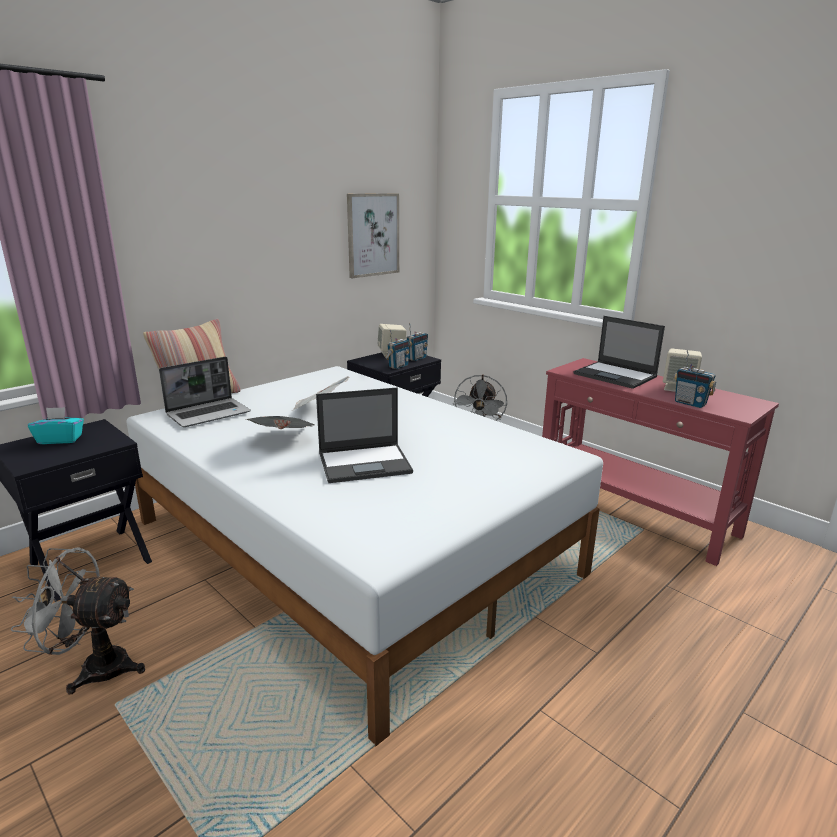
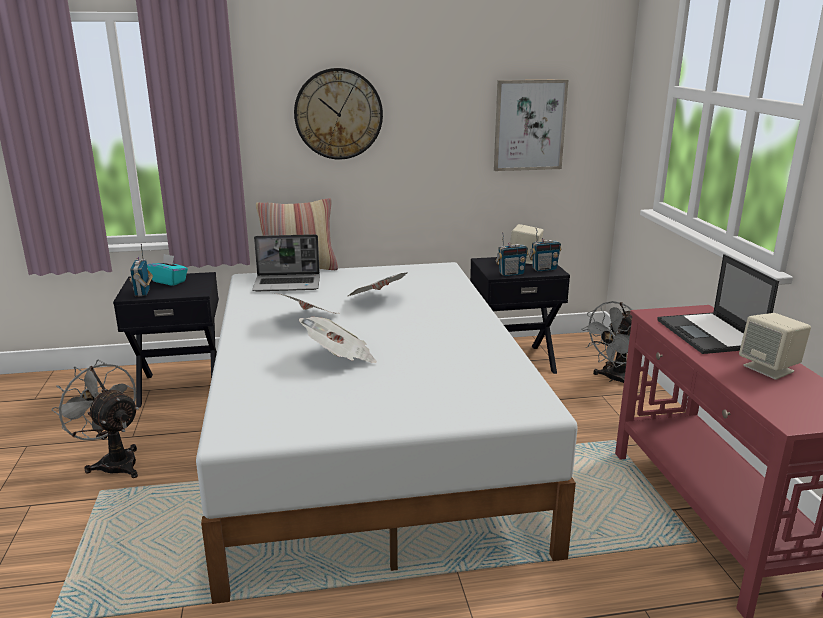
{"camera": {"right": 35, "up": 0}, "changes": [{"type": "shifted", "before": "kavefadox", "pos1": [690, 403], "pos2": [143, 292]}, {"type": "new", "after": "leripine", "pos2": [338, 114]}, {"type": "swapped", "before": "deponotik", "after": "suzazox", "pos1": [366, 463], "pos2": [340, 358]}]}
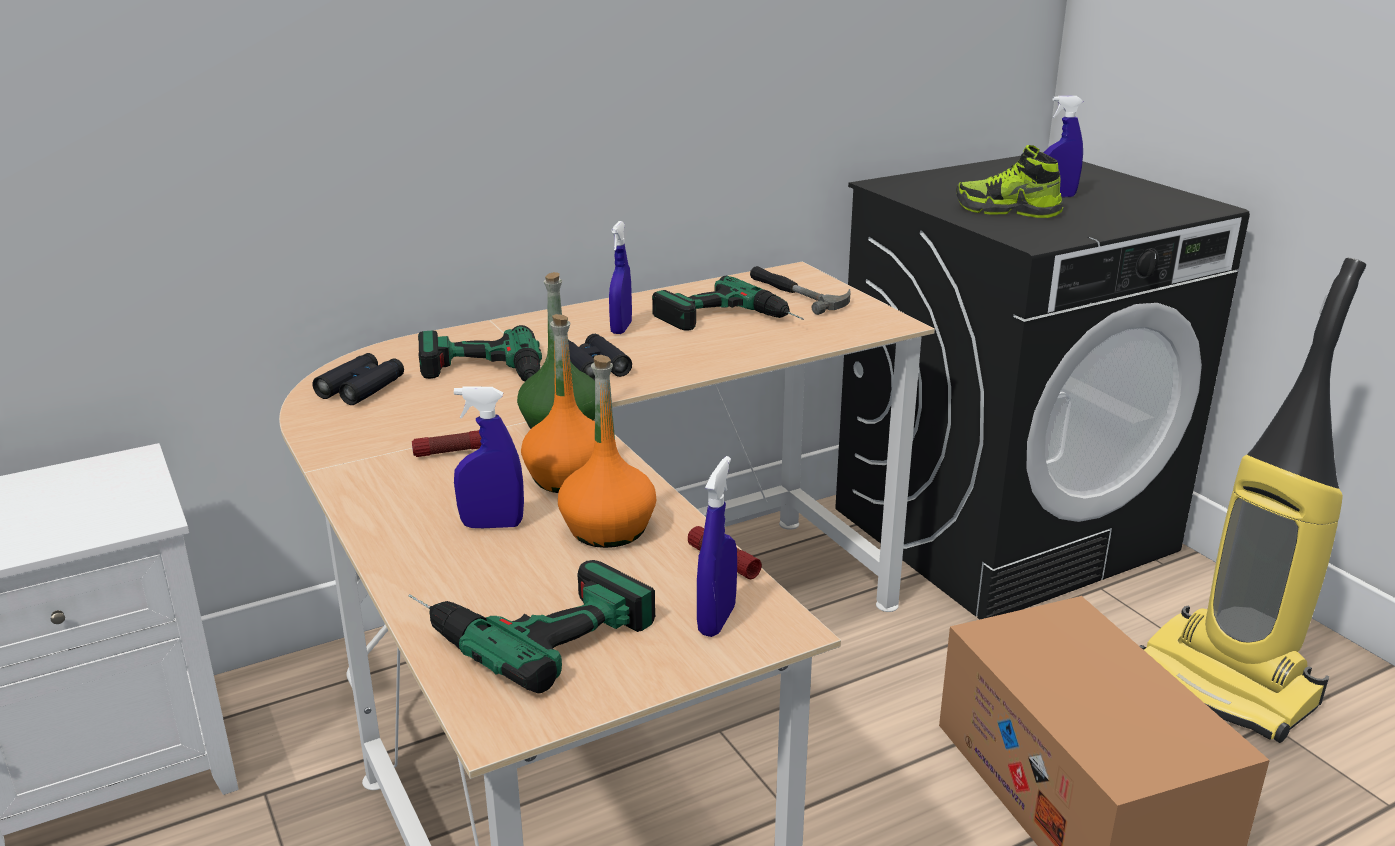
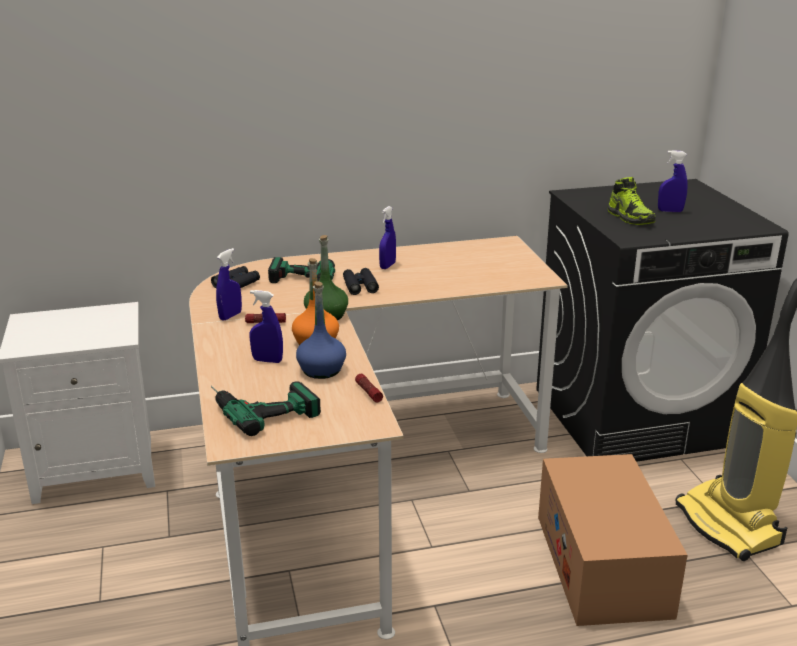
{"camera": {"right": 15, "up": 0}, "changes": [{"type": "shifted", "before": "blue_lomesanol", "pos1": [716, 620], "pos2": [230, 316]}, {"type": "repainted", "before": "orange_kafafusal", "after": "blue_kafafusal", "pos1": [608, 529], "pos2": [322, 370]}, {"type": "rotated", "before": "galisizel", "pos1": [1007, 211], "pos2": [630, 218], "turn": -150}, {"type": "gone", "before": "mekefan", "pos1": [731, 321]}, {"type": "gone", "before": "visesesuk", "pos1": [797, 293]}]}
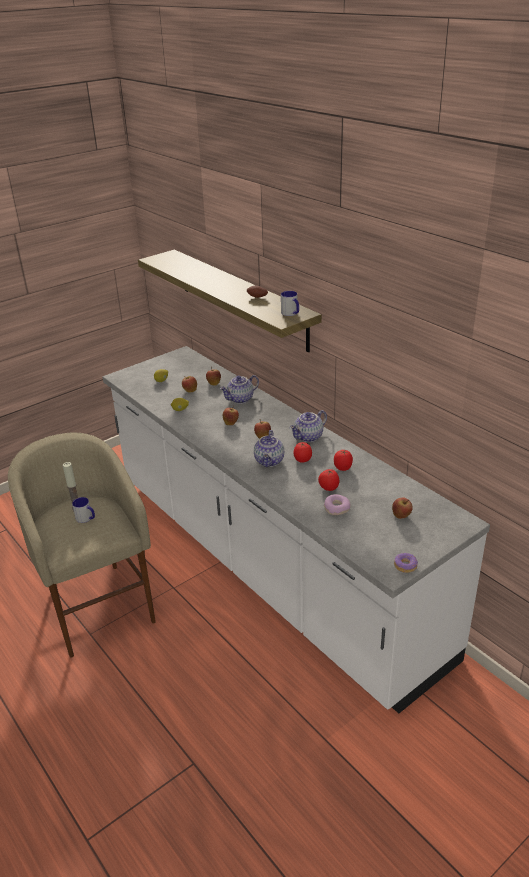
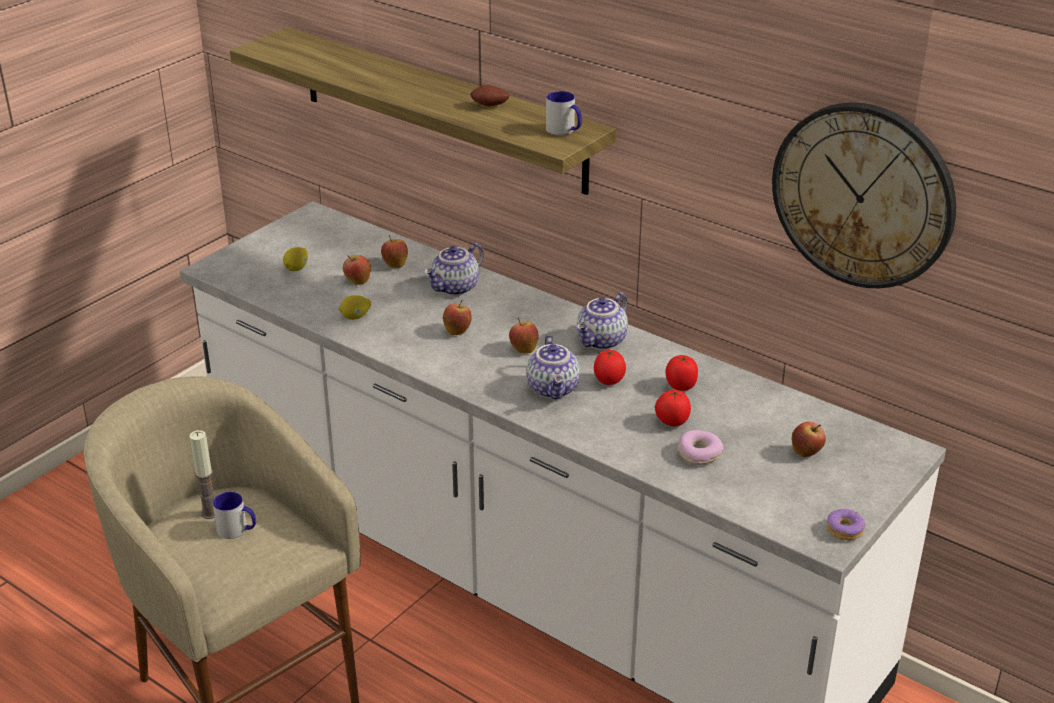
{"camera": {"right": -15, "up": 0}, "changes": [{"type": "new", "after": "leripine", "pos2": [863, 195]}]}
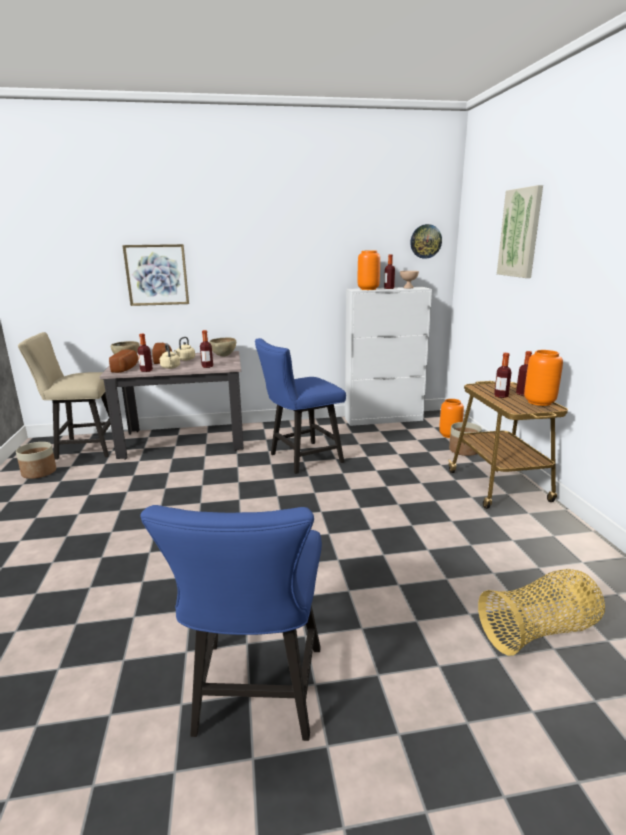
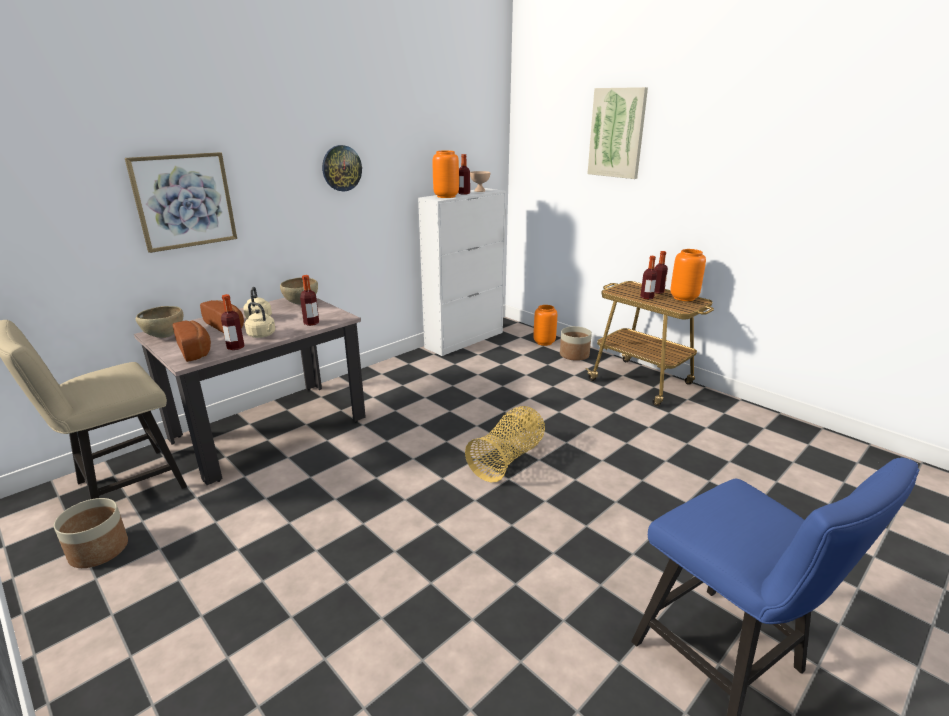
{"camera": {"right": -35, "up": 5}, "changes": [{"type": "shifted", "before": "leripine", "pos1": [425, 241], "pos2": [341, 168]}, {"type": "shifted", "before": "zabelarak", "pos1": [539, 632], "pos2": [508, 459]}, {"type": "gone", "before": "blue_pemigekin", "pos1": [301, 459]}]}
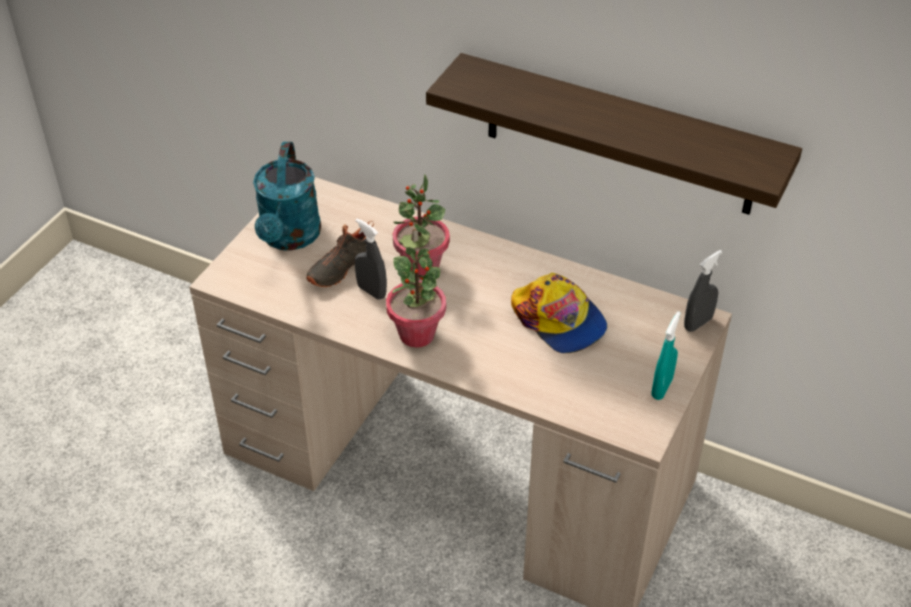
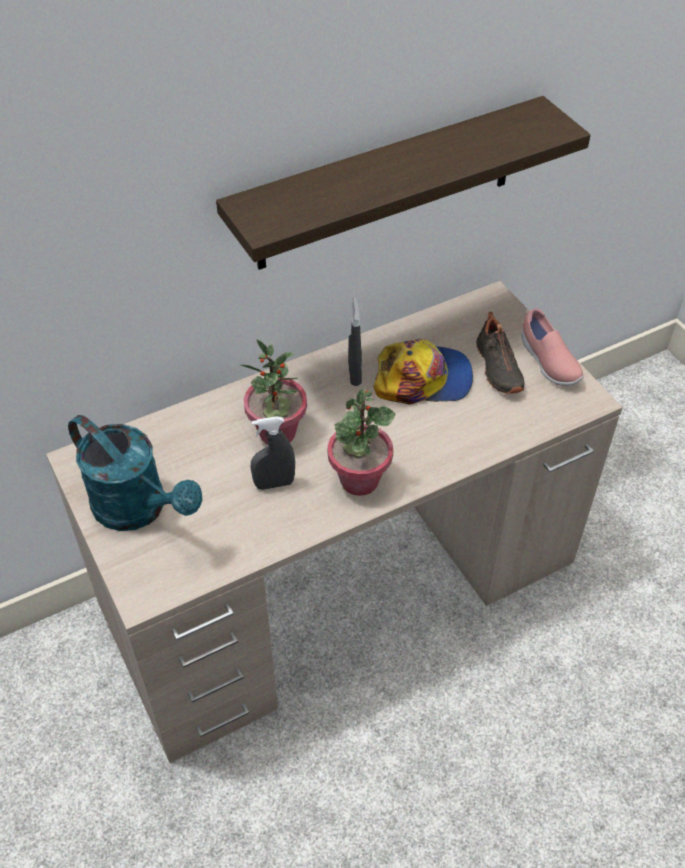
{"camera": {"right": -55, "up": 5}, "changes": [{"type": "shifted", "before": "grey_lomesanol", "pos1": [698, 323], "pos2": [354, 374]}, {"type": "shifted", "before": "black_galisizel", "pos1": [341, 266], "pos2": [497, 368]}, {"type": "swapped", "before": "turquoise_lomesanol", "after": "pink_galisizel", "pos1": [661, 388], "pos2": [548, 362]}]}
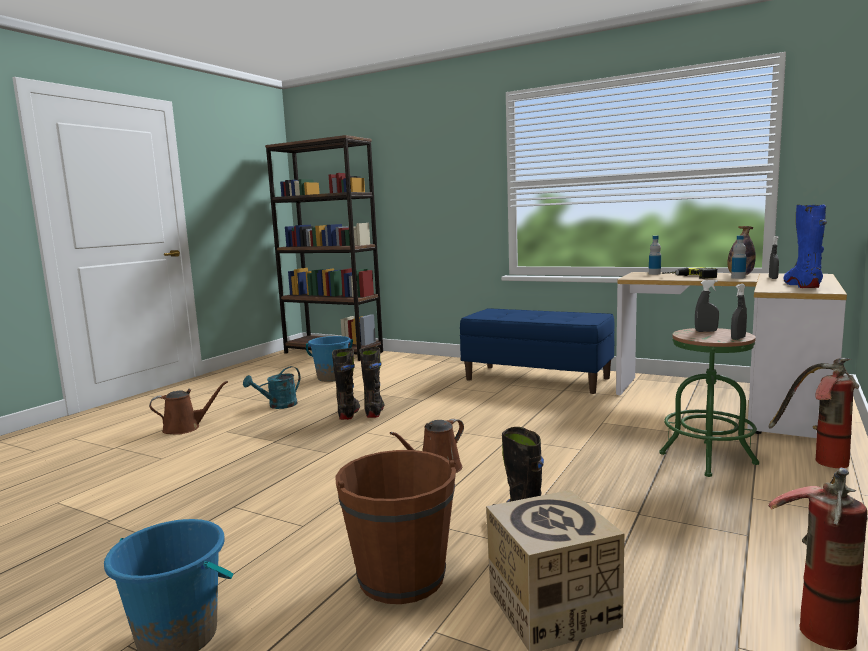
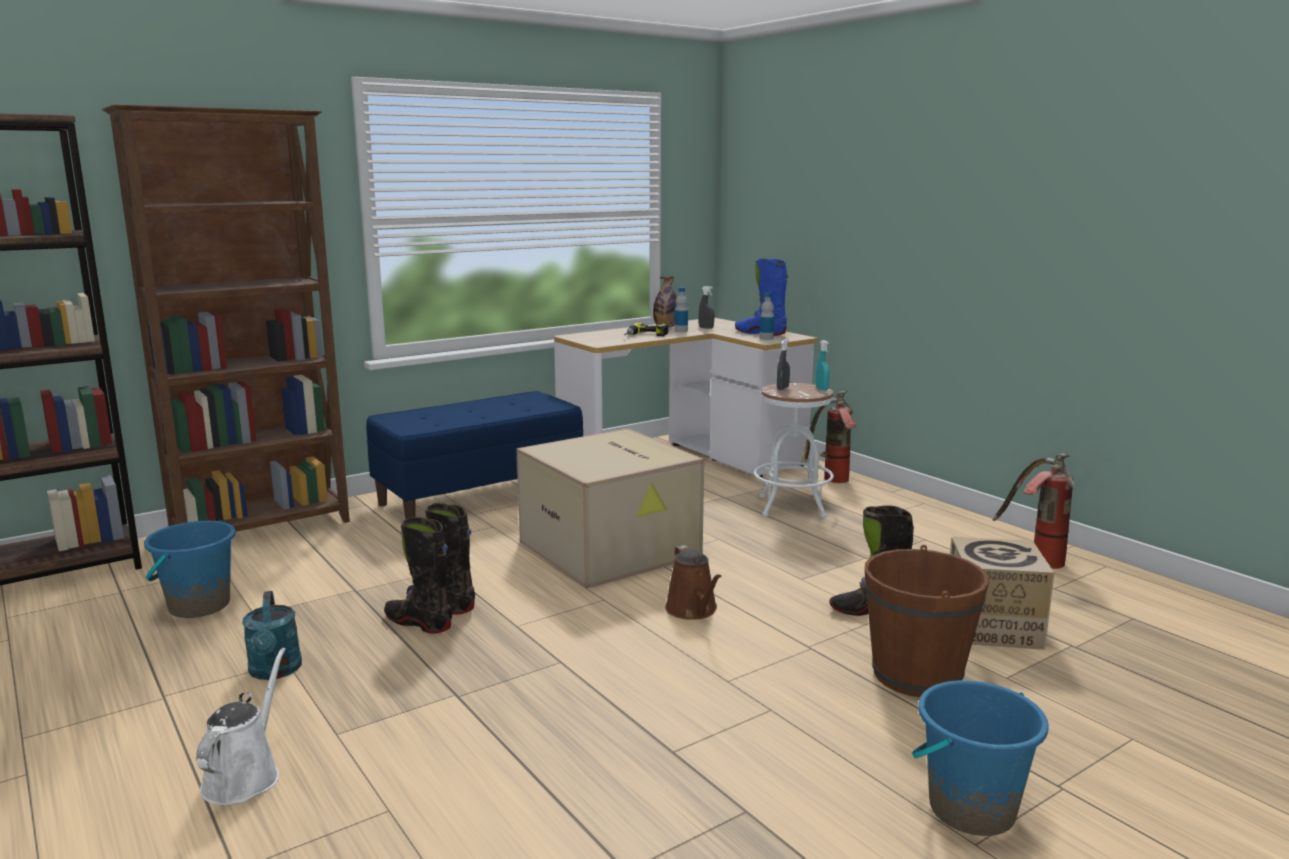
{"camera": {"right": -65, "up": 5}, "changes": [{"type": "new", "after": "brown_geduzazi", "pos2": [263, 529]}, {"type": "repainted", "before": "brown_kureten", "after": "white_kureten", "pos1": [185, 428], "pos2": [245, 776]}, {"type": "new", "after": "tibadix", "pos2": [612, 549]}, {"type": "repainted", "before": "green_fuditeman", "after": "white_fuditeman", "pos1": [707, 459], "pos2": [792, 506]}, {"type": "shifted", "before": "kafafusal", "pos1": [654, 274], "pos2": [766, 338]}, {"type": "repainted", "before": "grey_lomesanol", "after": "turquoise_lomesanol", "pos1": [738, 338], "pos2": [821, 389]}]}
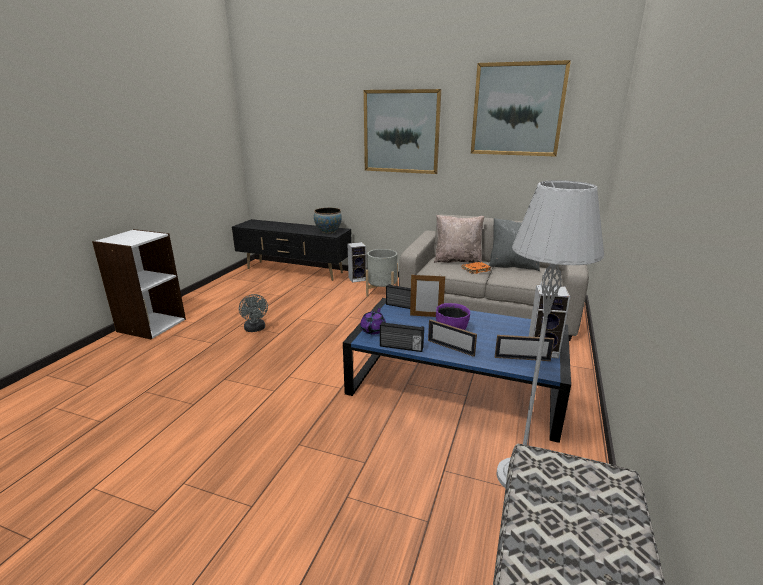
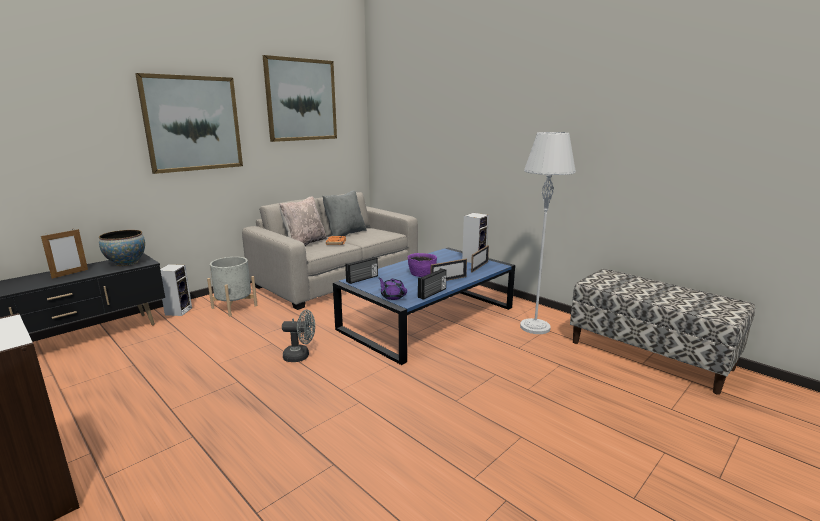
{"camera": {"right": -65, "up": -5}, "changes": [{"type": "shifted", "before": "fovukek", "pos1": [426, 316], "pos2": [70, 274]}, {"type": "shifted", "before": "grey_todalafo", "pos1": [255, 329], "pos2": [300, 356]}]}
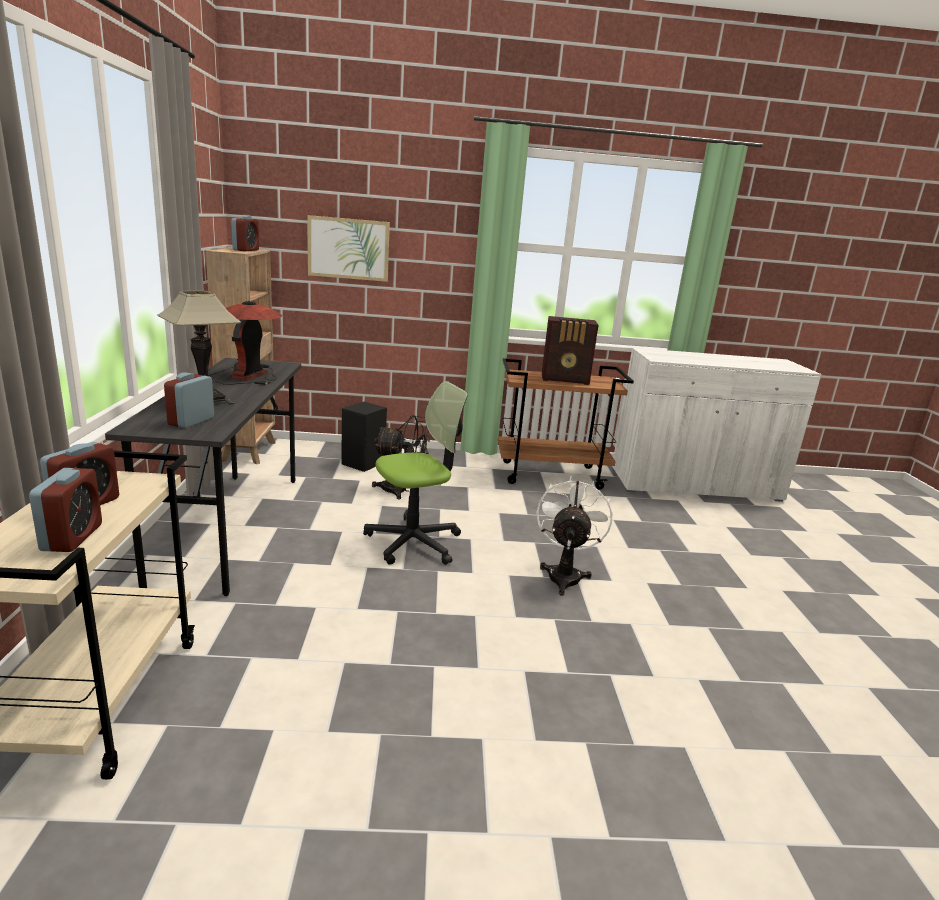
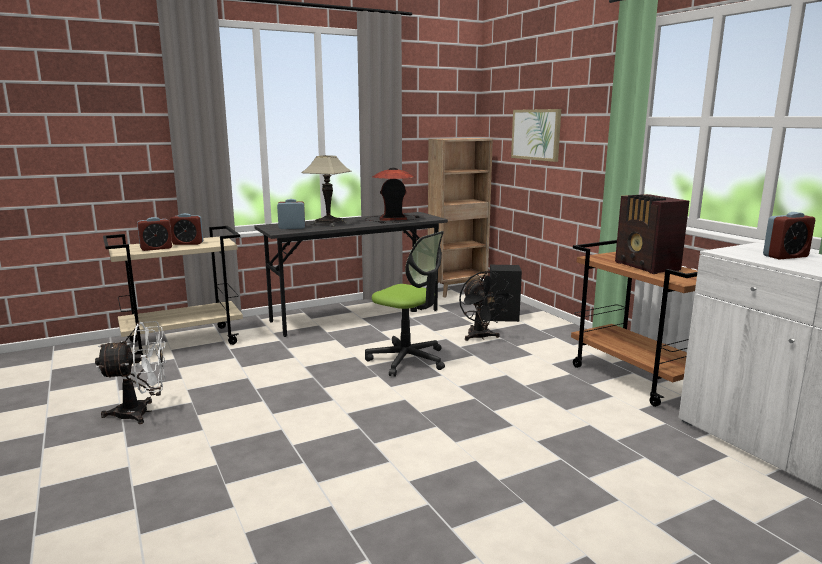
{"camera": {"right": 65, "up": -5}, "changes": [{"type": "shifted", "before": "white_todalafo", "pos1": [564, 574], "pos2": [141, 412]}, {"type": "shifted", "before": "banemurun", "pos1": [246, 250], "pos2": [785, 256]}]}
